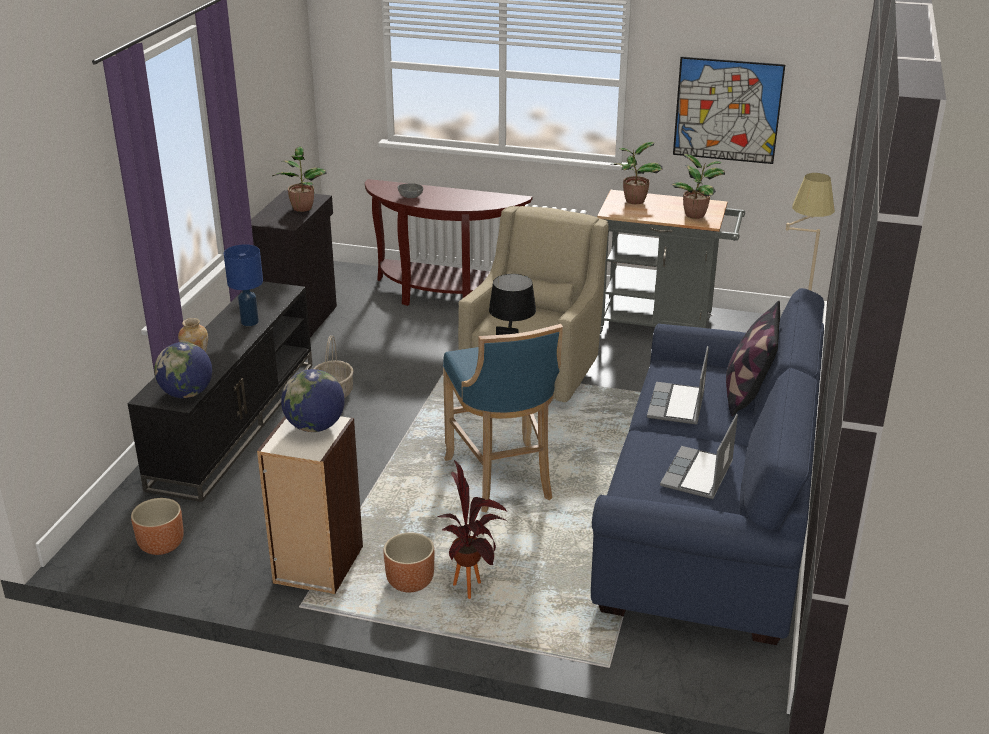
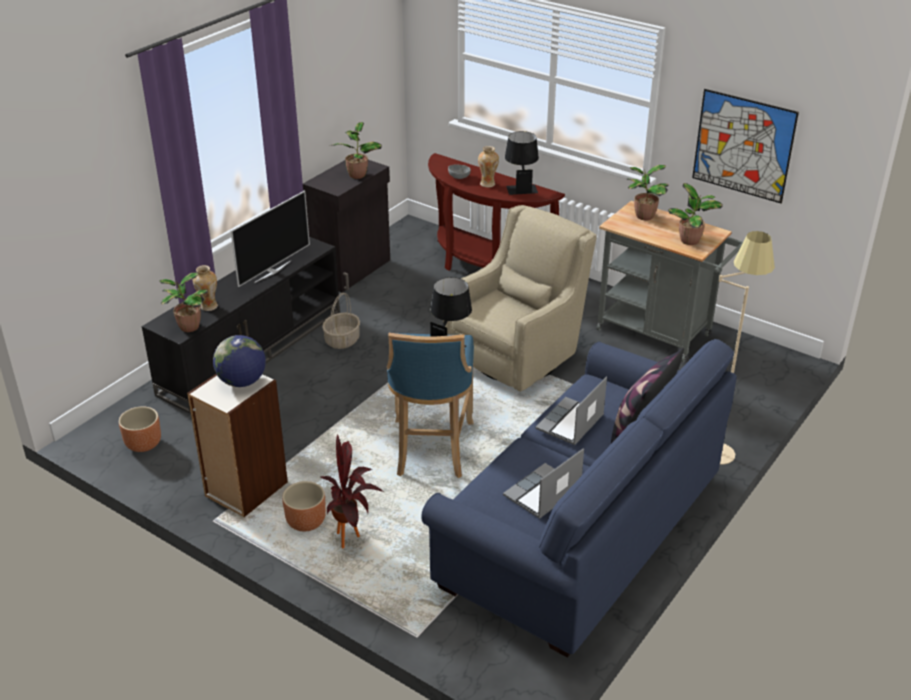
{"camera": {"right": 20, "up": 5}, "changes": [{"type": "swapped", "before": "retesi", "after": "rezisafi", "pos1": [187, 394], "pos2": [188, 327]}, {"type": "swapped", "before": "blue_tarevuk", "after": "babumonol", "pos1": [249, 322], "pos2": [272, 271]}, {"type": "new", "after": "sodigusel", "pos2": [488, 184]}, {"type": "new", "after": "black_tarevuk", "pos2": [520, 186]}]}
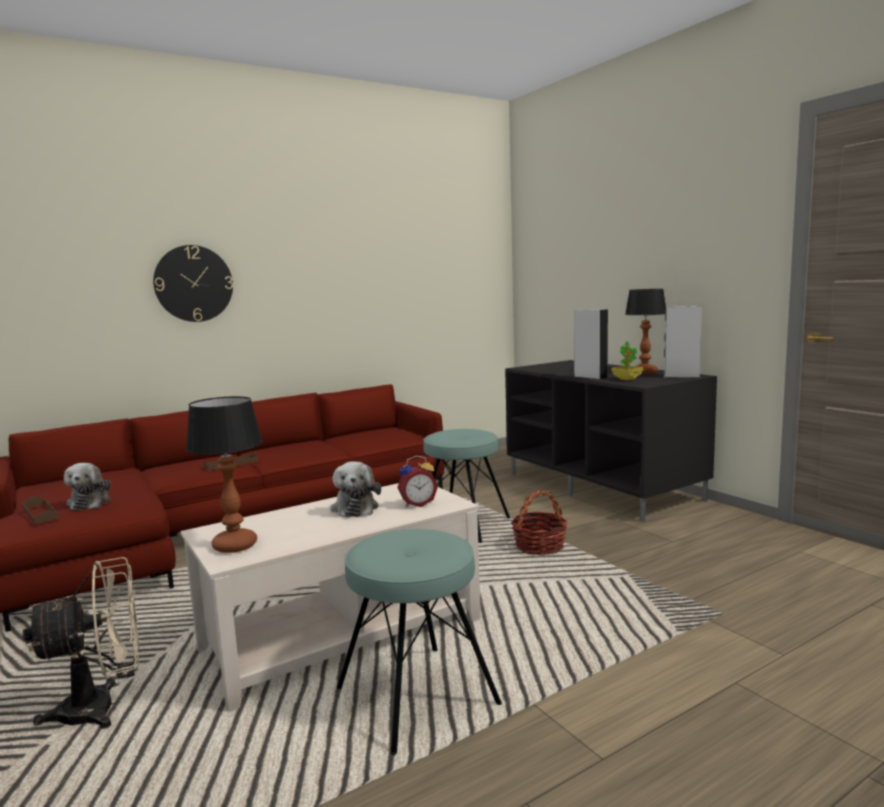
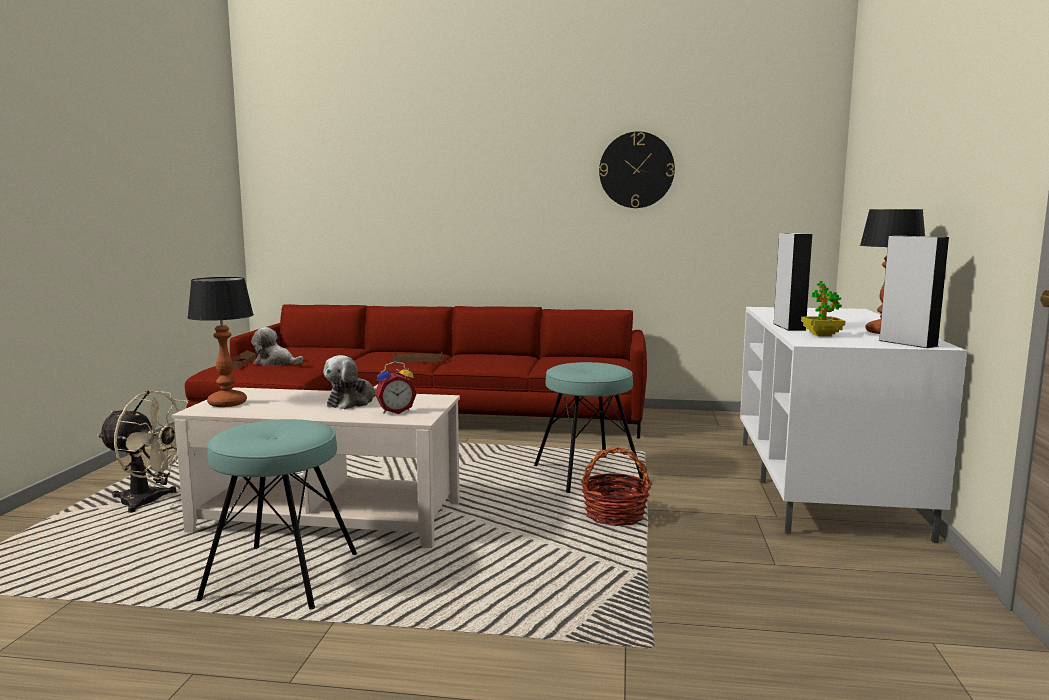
{"camera": {"right": 40, "up": 0}, "changes": [{"type": "rotated", "before": "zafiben", "pos1": [90, 502], "pos2": [275, 363], "turn": 75}, {"type": "rotated", "before": "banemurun", "pos1": [417, 504], "pos2": [395, 411], "turn": -45}, {"type": "shifted", "before": "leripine", "pos1": [193, 283], "pos2": [636, 170]}, {"type": "repainted", "before": "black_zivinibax", "after": "white_zivinibax", "pos1": [603, 487], "pos2": [826, 485]}]}
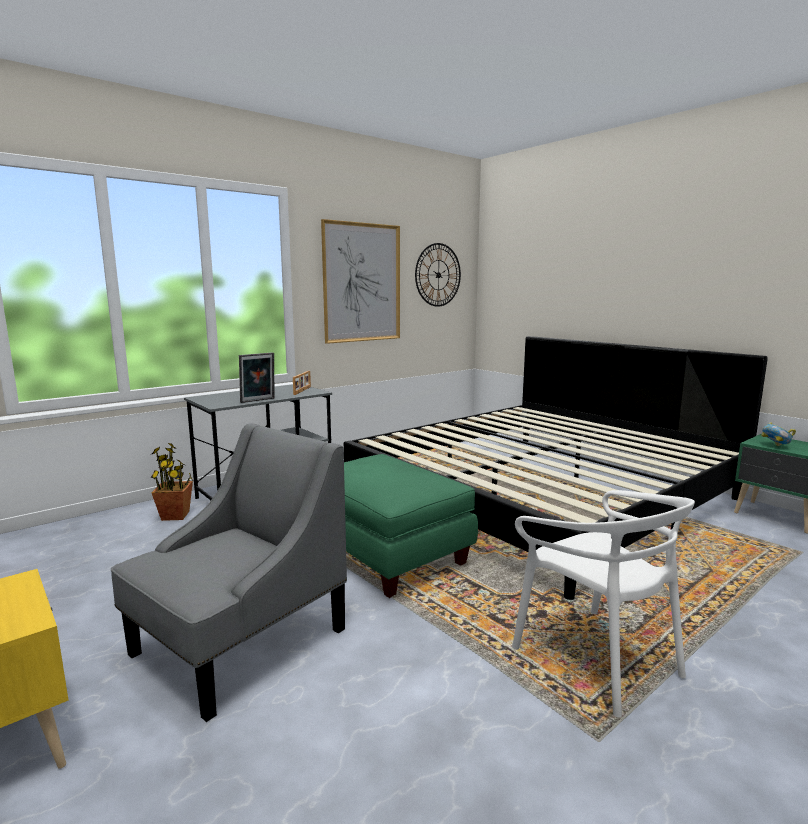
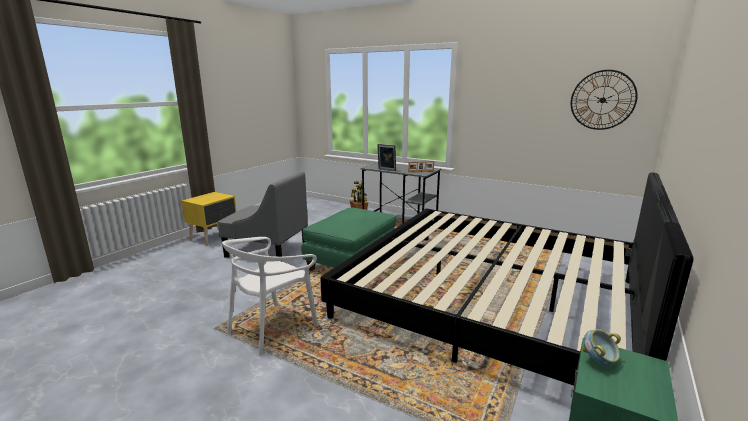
{"camera": {"right": 70, "up": 5}, "changes": [{"type": "gone", "before": "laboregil", "pos1": [362, 283]}]}
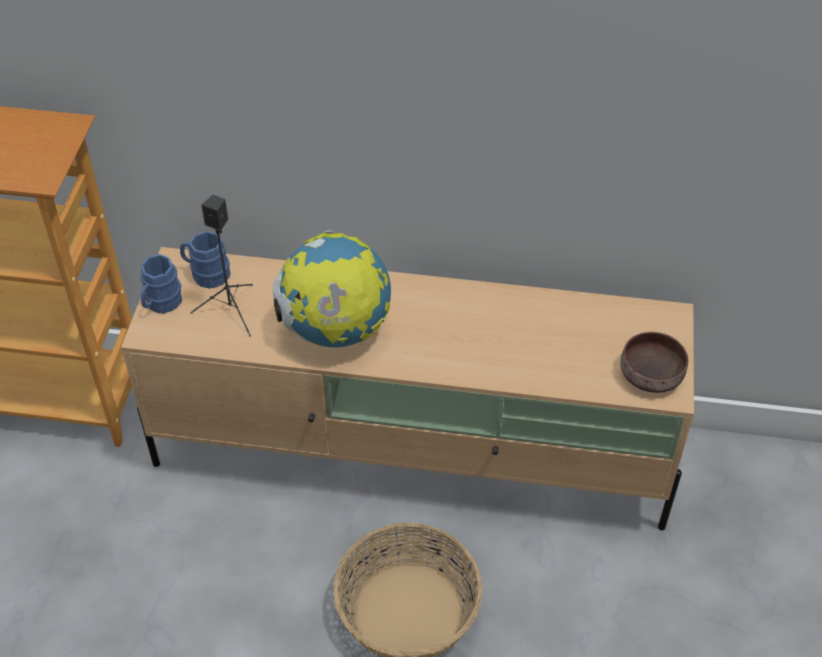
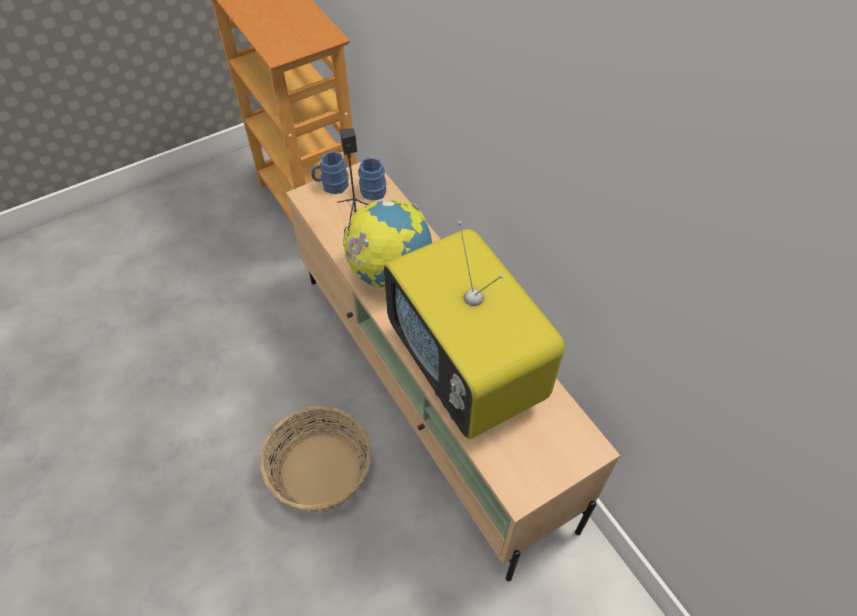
{"camera": {"right": 50, "up": 5}, "changes": [{"type": "new", "after": "babumonol", "pos2": [467, 370]}, {"type": "gone", "before": "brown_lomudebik", "pos1": [652, 374]}]}
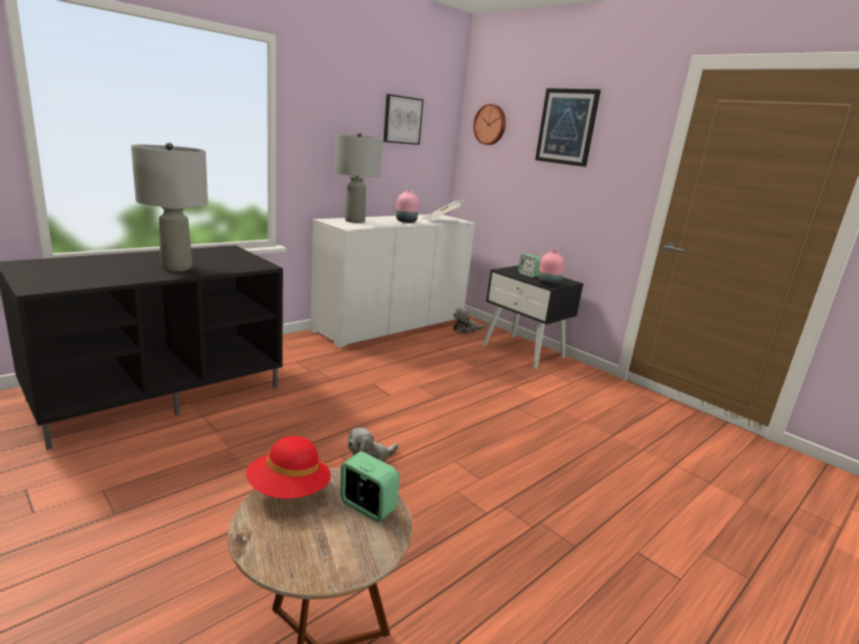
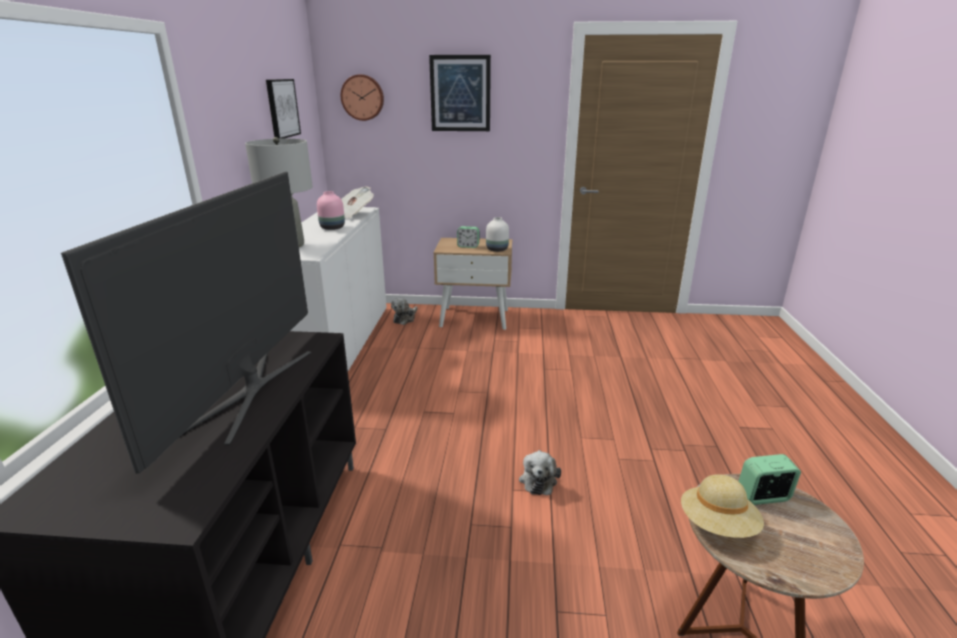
{"camera": {"right": -40, "up": 5}, "changes": [{"type": "swapped", "before": "grey_tarevuk", "after": "babumonol", "pos1": [177, 267], "pos2": [249, 390]}, {"type": "repainted", "before": "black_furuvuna", "after": "beige_furuvuna", "pos1": [523, 351], "pos2": [475, 318]}, {"type": "repainted", "before": "pink_sodigusel", "after": "white_sodigusel", "pos1": [549, 284], "pos2": [497, 249]}, {"type": "repainted", "before": "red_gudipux", "after": "beige_gudipux", "pos1": [289, 490], "pos2": [717, 525]}]}
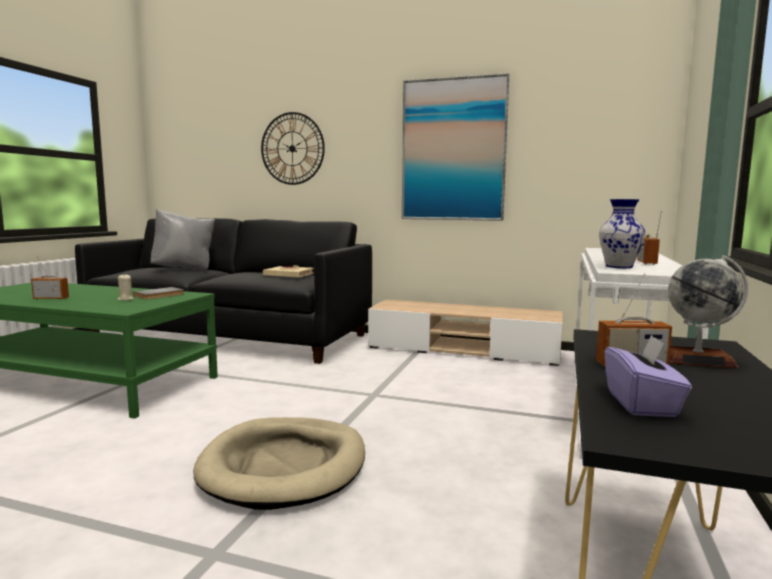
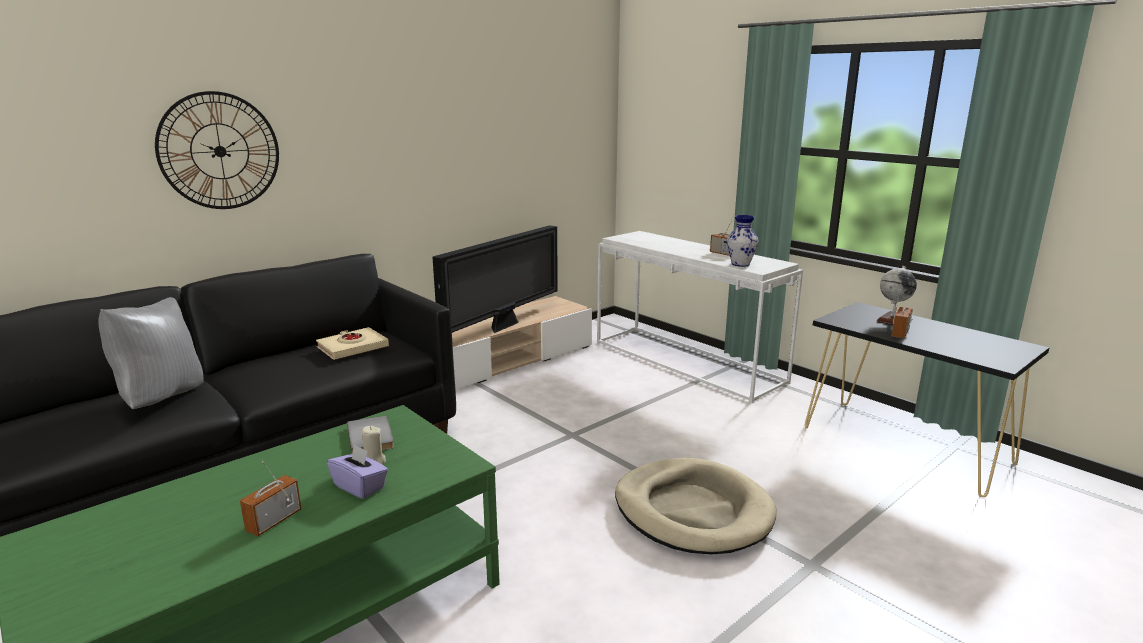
{"camera": {"right": -60, "up": 10}, "changes": [{"type": "shifted", "before": "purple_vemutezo", "pos1": [642, 404], "pos2": [360, 486]}, {"type": "new", "after": "babumonol", "pos2": [504, 326]}, {"type": "gone", "before": "laboregil", "pos1": [453, 150]}]}
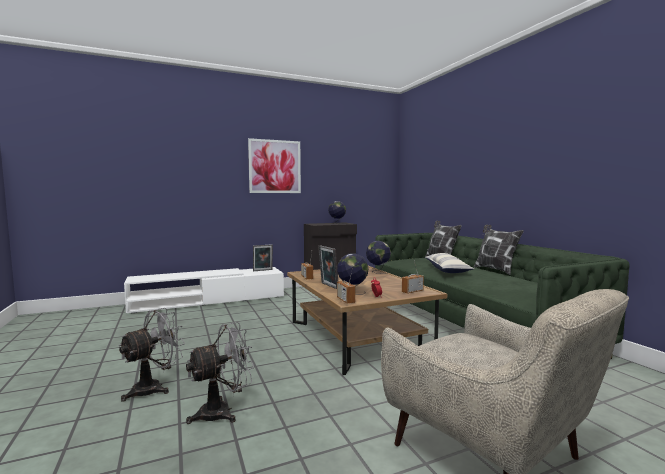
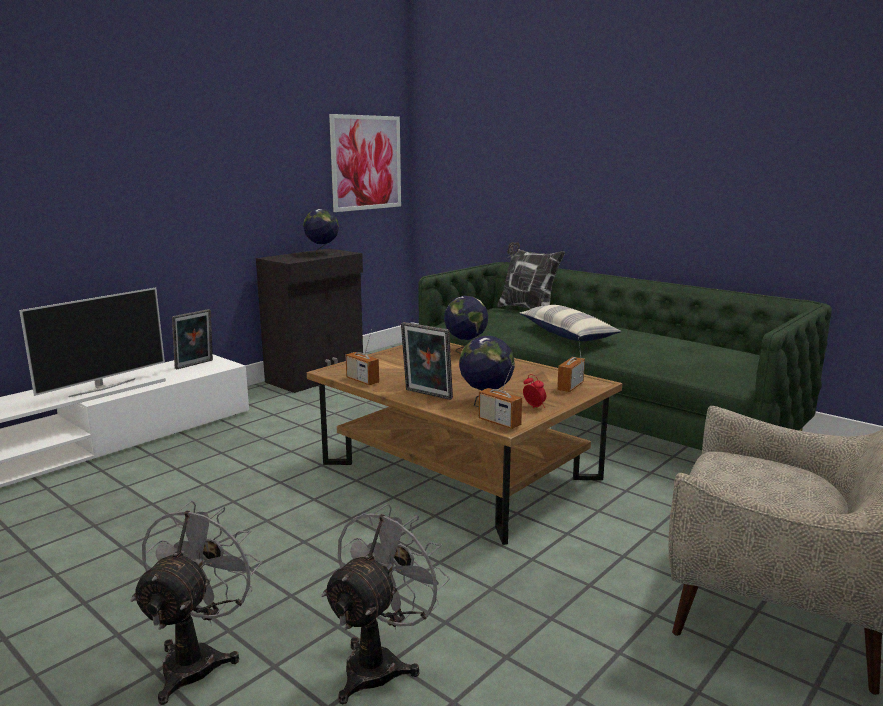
{"camera": {"right": -25, "up": 10}, "changes": [{"type": "new", "after": "babumonol", "pos2": [102, 387]}, {"type": "shifted", "before": "laboregil", "pos1": [275, 166], "pos2": [366, 163]}, {"type": "gone", "before": "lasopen", "pos1": [495, 270]}]}
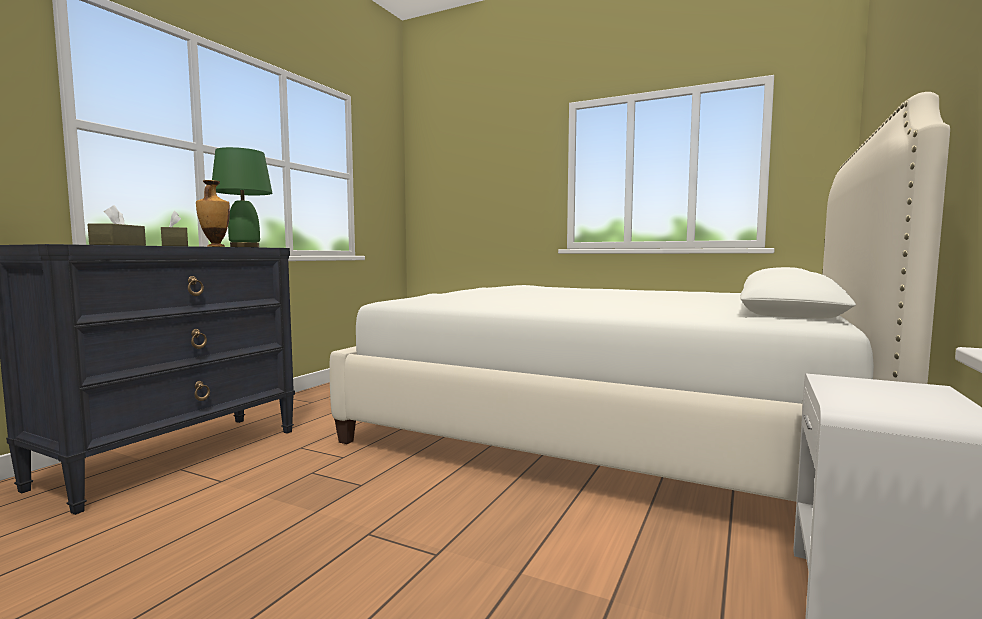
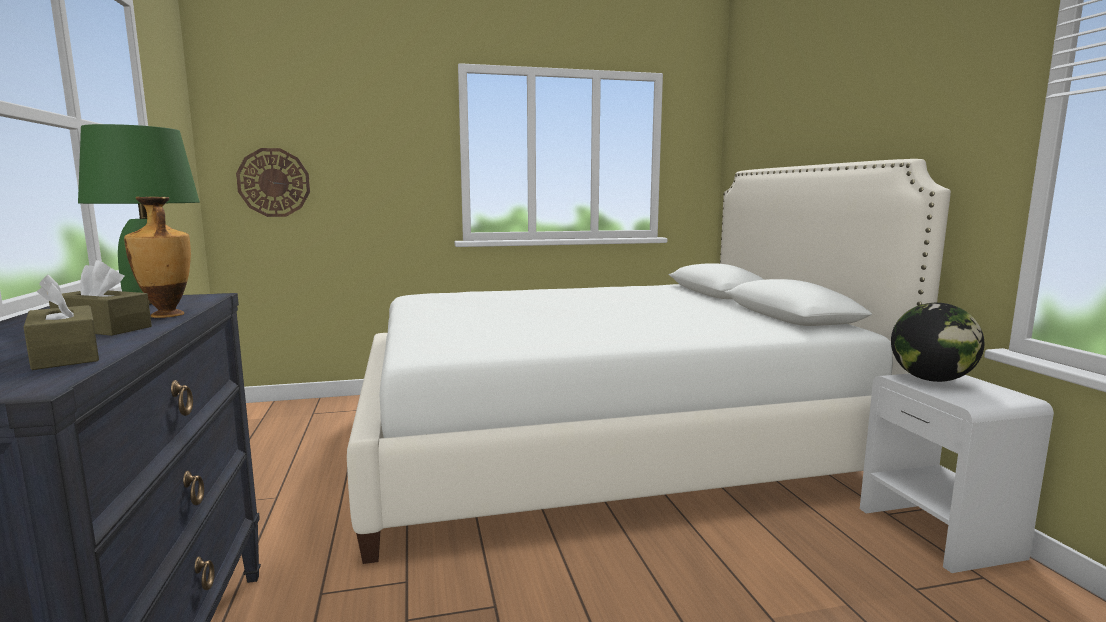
{"camera": {"right": -40, "up": 5}, "changes": [{"type": "new", "after": "leripine", "pos2": [274, 182]}, {"type": "new", "after": "retesi", "pos2": [931, 379]}]}
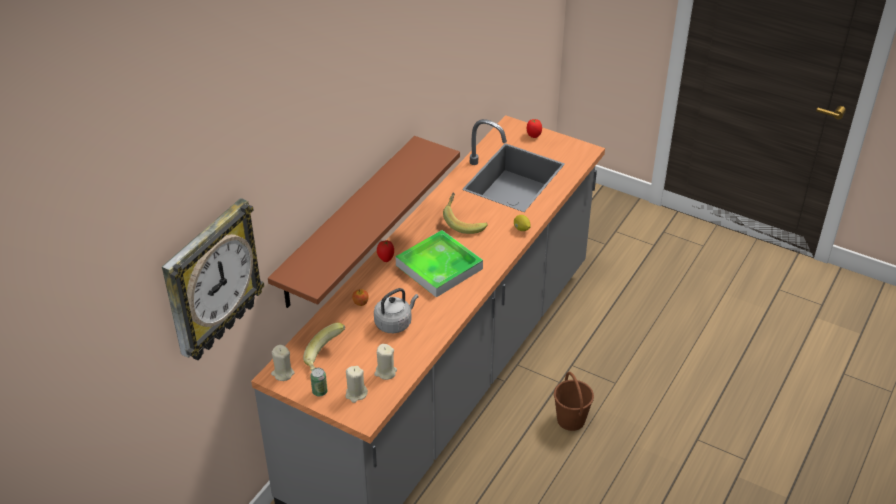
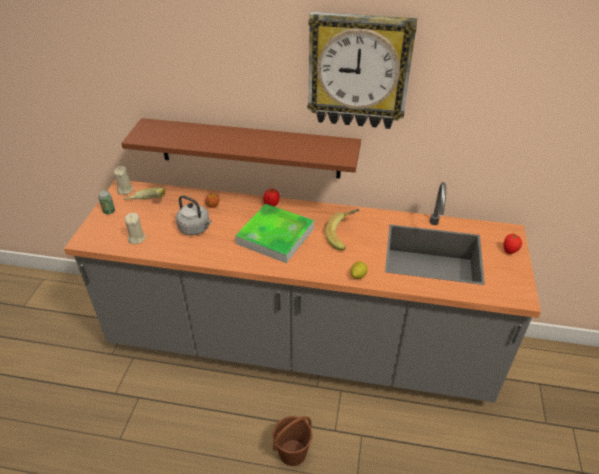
{"camera": {"right": 70, "up": 0}, "changes": [{"type": "shifted", "before": "leripine", "pos1": [211, 281], "pos2": [359, 71]}, {"type": "gone", "before": "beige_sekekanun", "pos1": [356, 394]}]}
